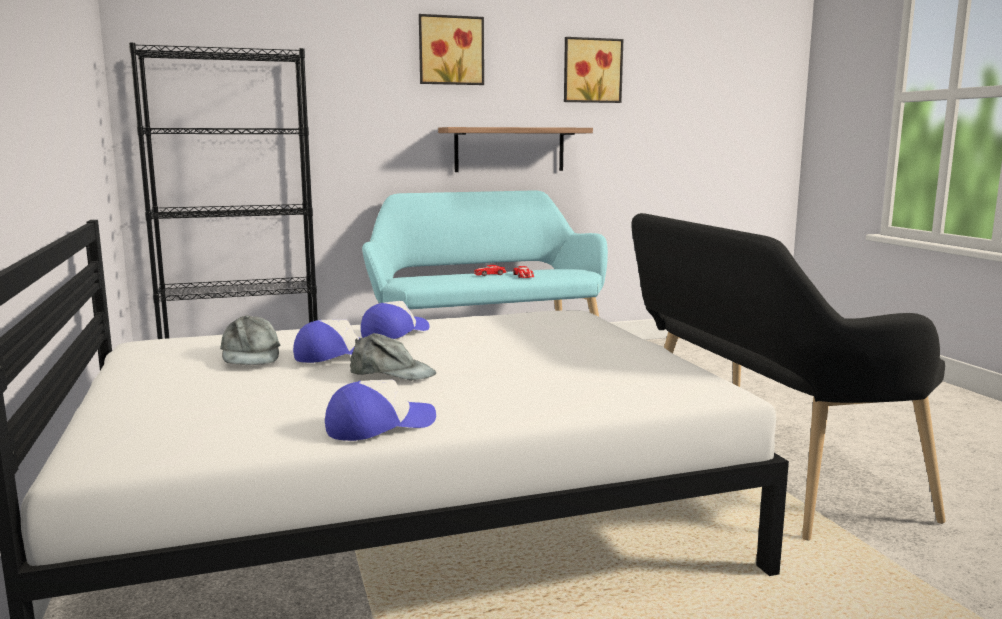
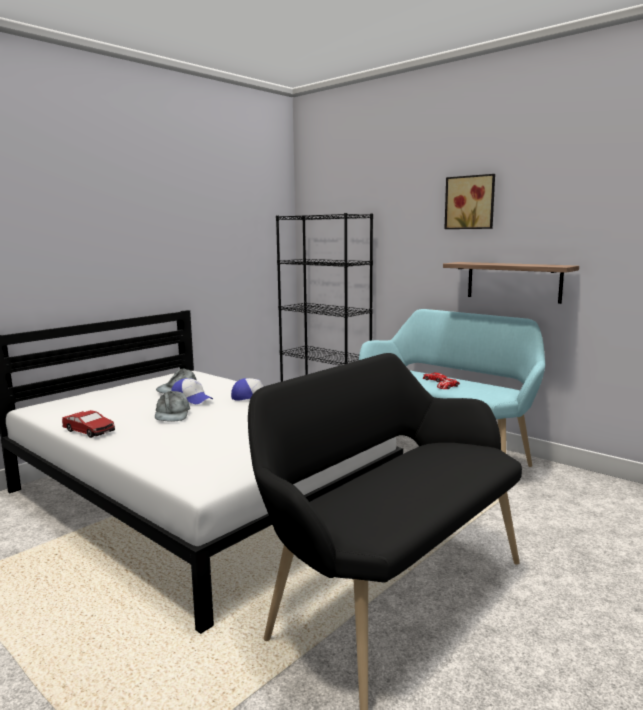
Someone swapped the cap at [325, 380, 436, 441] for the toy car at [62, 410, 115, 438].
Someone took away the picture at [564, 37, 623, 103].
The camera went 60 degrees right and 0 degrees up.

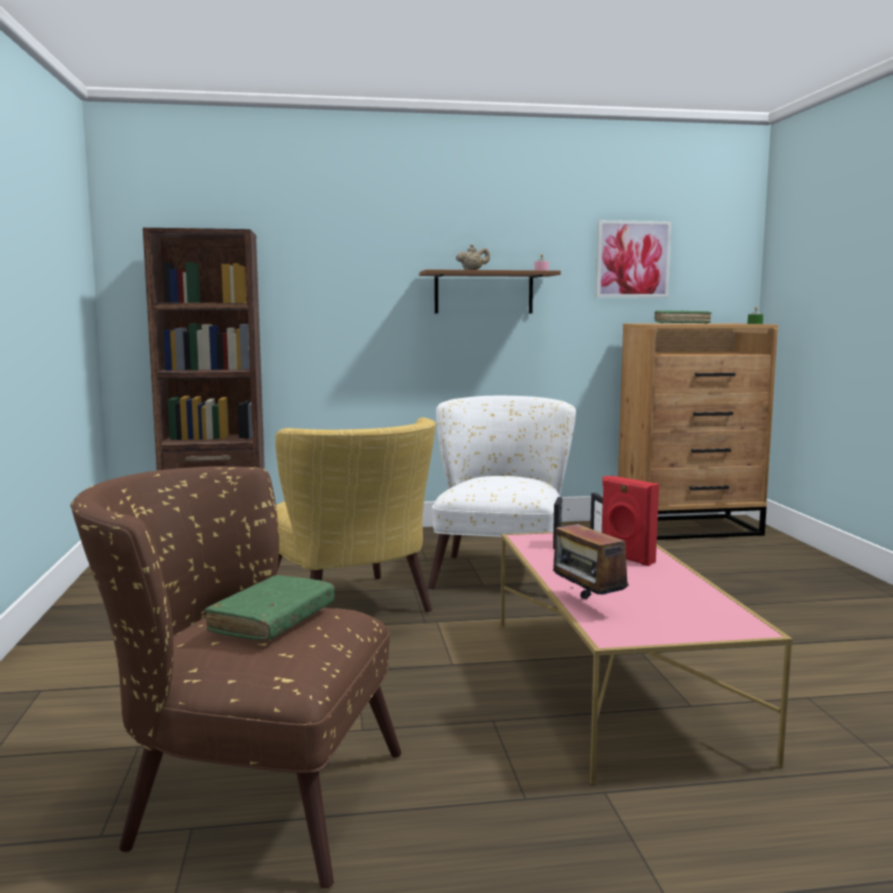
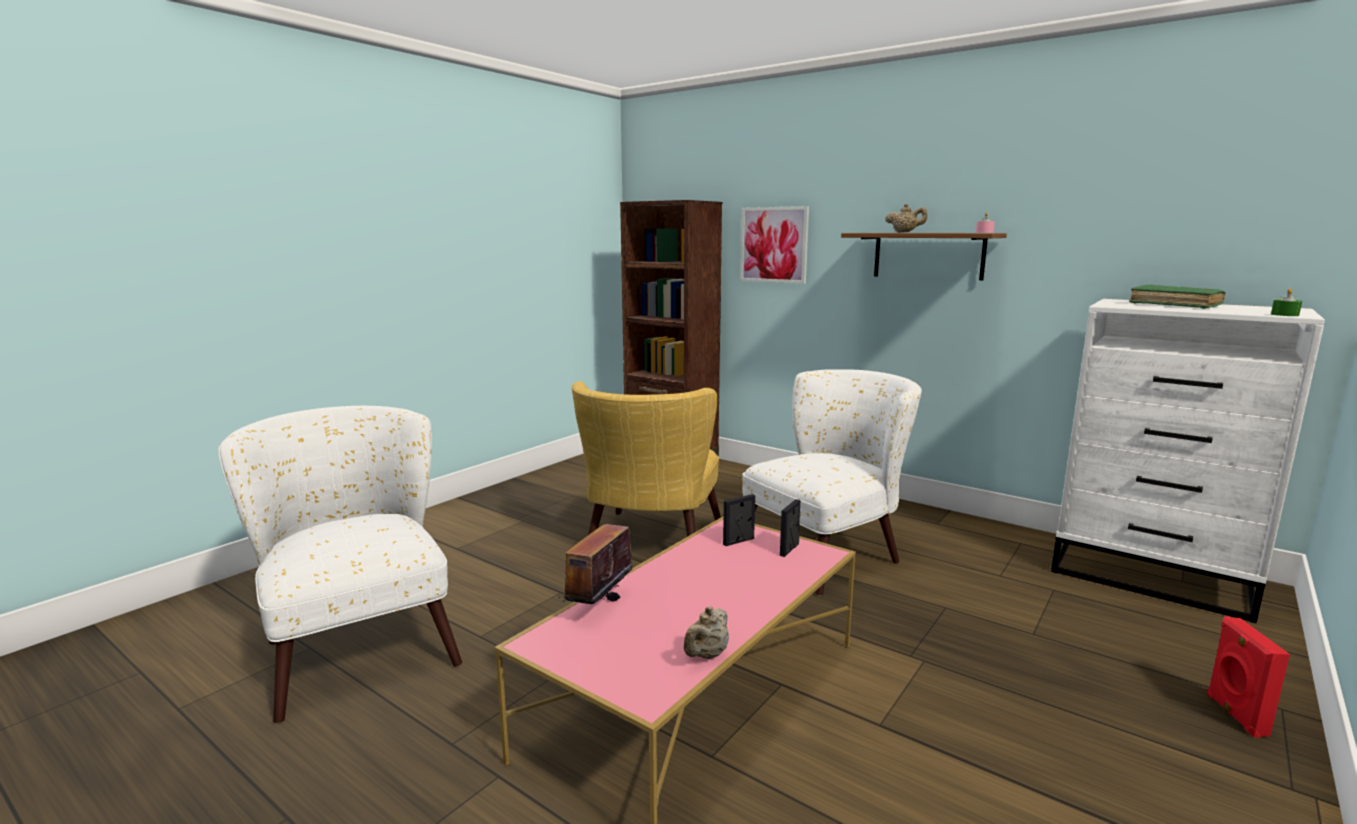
Someone repainted the brown armchair at [70, 466, 402, 889], which became the white armchair at [218, 406, 462, 723].
Someone took away the green book at [205, 575, 334, 641].
Someone carried the picture from [596, 220, 672, 298] to [740, 206, 809, 284].
Someone carried the red speaker from [602, 476, 659, 566] to [1207, 616, 1290, 738].
Someone repainted the brown dresser at [618, 323, 778, 540], which became the white dresser at [1051, 299, 1325, 623].
Someone put down the beige teapot at [684, 606, 729, 659].
The camera went 45 degrees right and 5 degrees up.

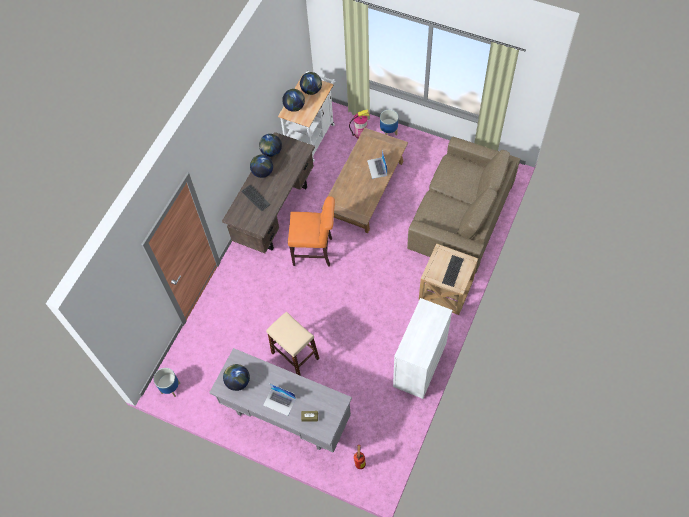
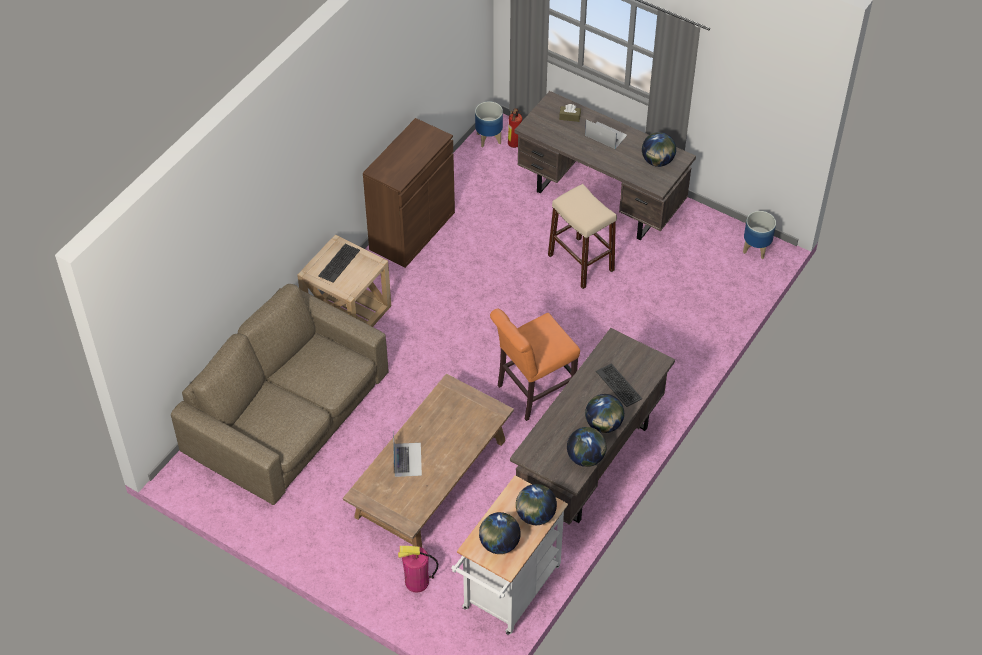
Someone repainted the grey desk at [209, 348, 352, 452], which became the brown desk at [514, 91, 696, 240].
Someone rotated the orange chair at [288, 196, 335, 266] by 45 degrees counterclockwise.
Someone carried the planter from [380, 110, 398, 136] to [475, 101, 503, 147].
Someone repainted the white cabinet at [393, 298, 452, 399], which became the brown cabinet at [363, 118, 455, 268].
The camera went 175 degrees left and 10 degrees down.

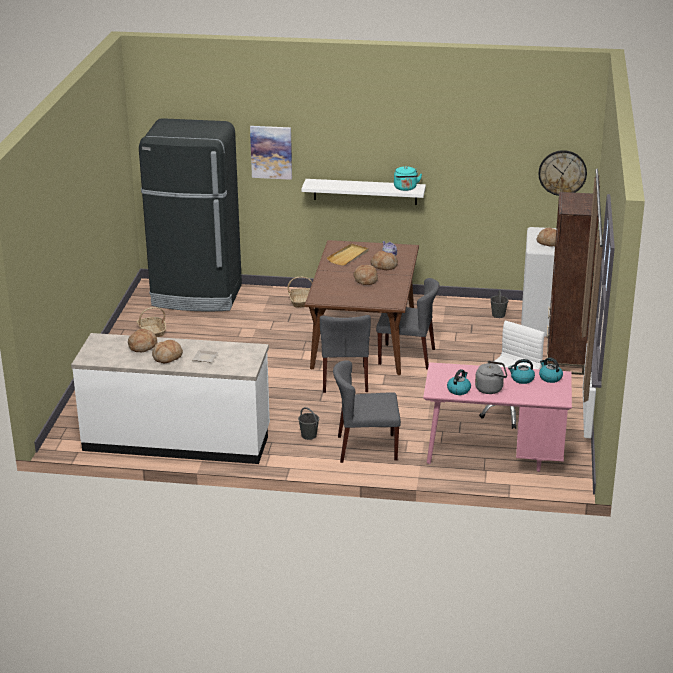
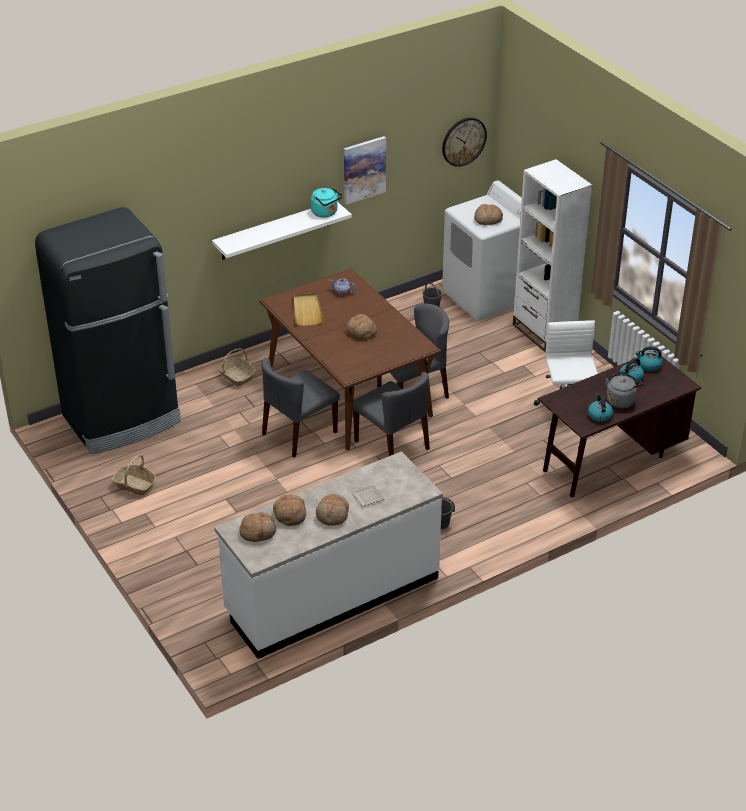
Someone carried the picture from [250, 126, 292, 180] to [344, 136, 386, 205].
Someone carried the grey chair from [333, 360, 401, 463] to [261, 358, 340, 458].
Someone carried the bread from [371, 251, 398, 270] to [239, 512, 276, 542].
Someone repainted the pink desk at [423, 362, 572, 472], which became the brown desk at [538, 351, 701, 497].
Someone repainted the brown bookcase at [547, 192, 598, 375], which became the white bookcase at [513, 159, 592, 352].
The camera went 40 degrees left and 10 degrees up.

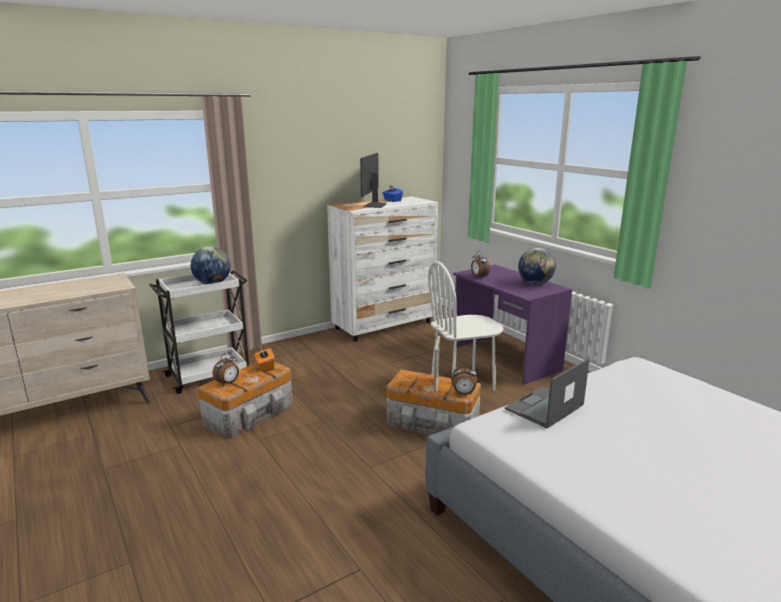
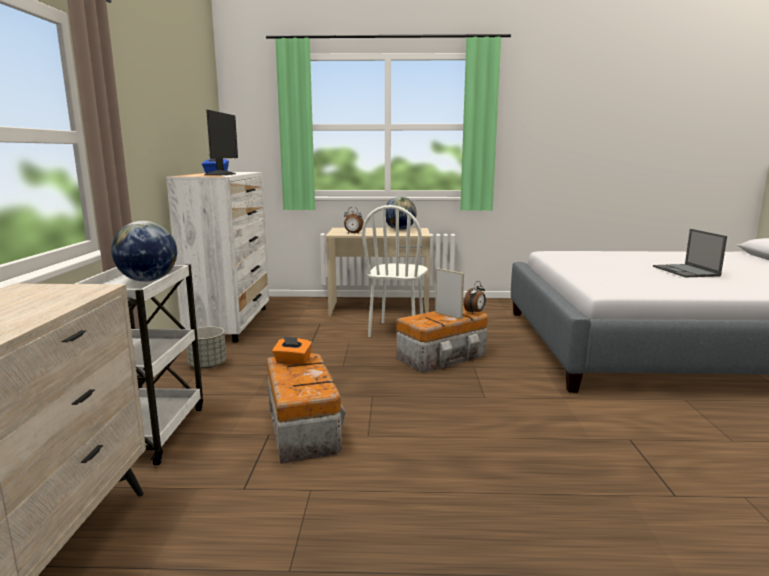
Someone took away the alarm clock at [213, 352, 239, 386].
Someone rotated the monitor at [360, 153, 387, 208] by 135 degrees counterclockwise.
Someone repainted the purple desk at [453, 265, 572, 385], which became the beige desk at [326, 228, 431, 316].
Someone carried the laptop from [505, 358, 590, 429] to [653, 229, 727, 278].
Someone put down the grey planter at [186, 327, 226, 369].
The camera went 55 degrees left and 5 degrees down.

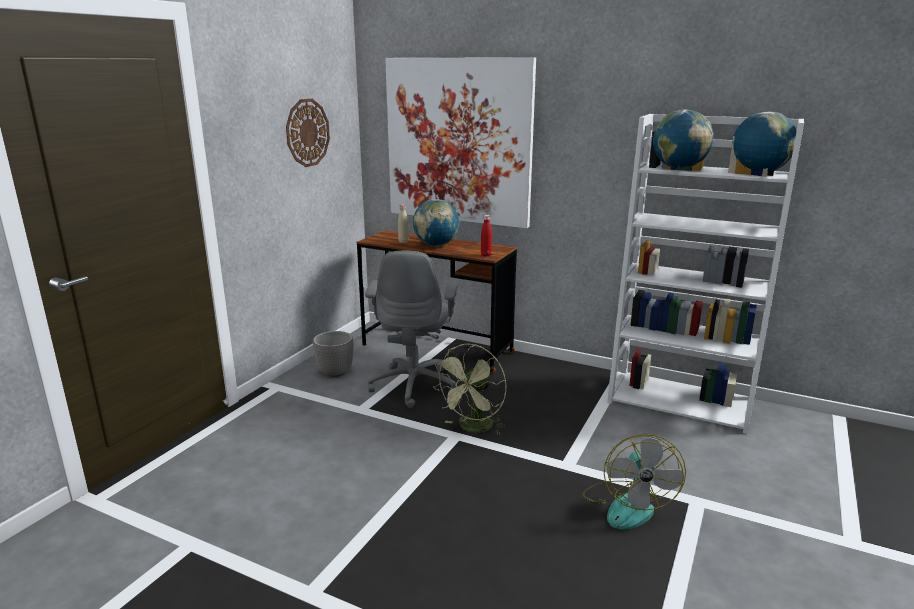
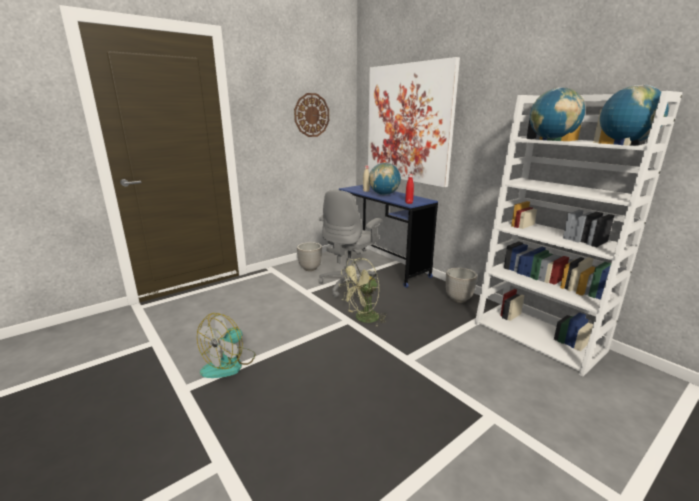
Someone repainted the brown desk at [357, 230, 517, 373], which became the blue desk at [339, 185, 438, 288].
Someone carried the fan from [582, 434, 686, 530] to [197, 313, 256, 378].
Someone put down the planter at [446, 268, 477, 303].
The camera went 25 degrees right and 0 degrees up.

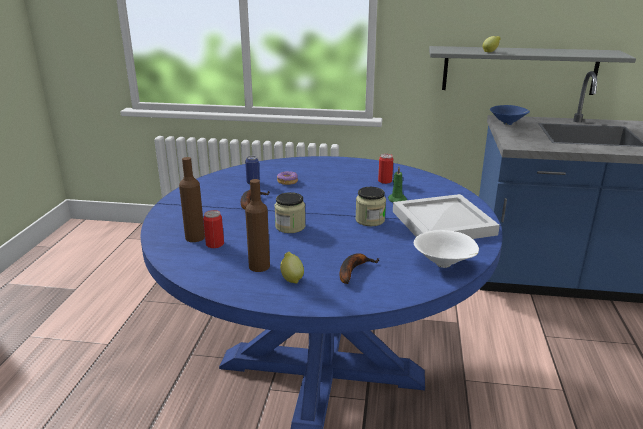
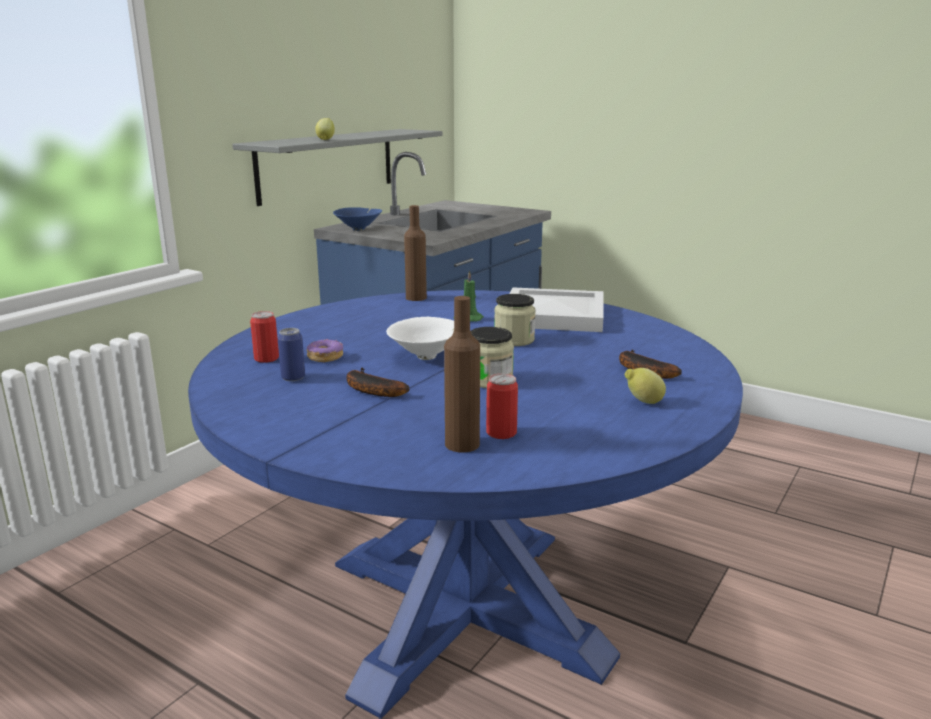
Someone carried the brown bottle from [245, 179, 270, 272] to [404, 205, 427, 301].
Someone carried the can from [378, 154, 393, 184] to [250, 311, 279, 363].
Someone carried the white bowl from [414, 230, 479, 268] to [386, 317, 454, 360].
The camera went 65 degrees left and 5 degrees down.

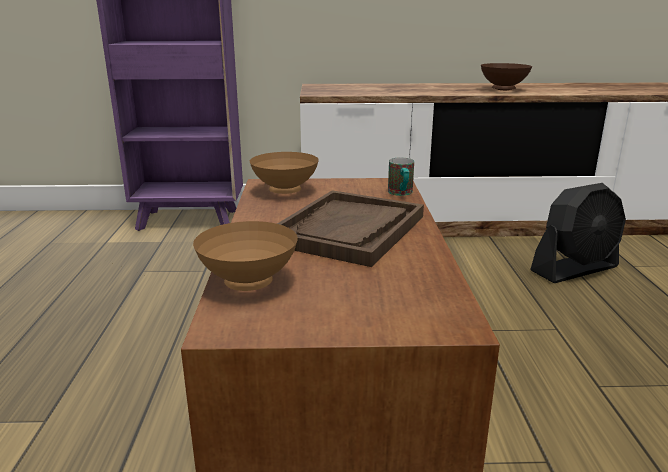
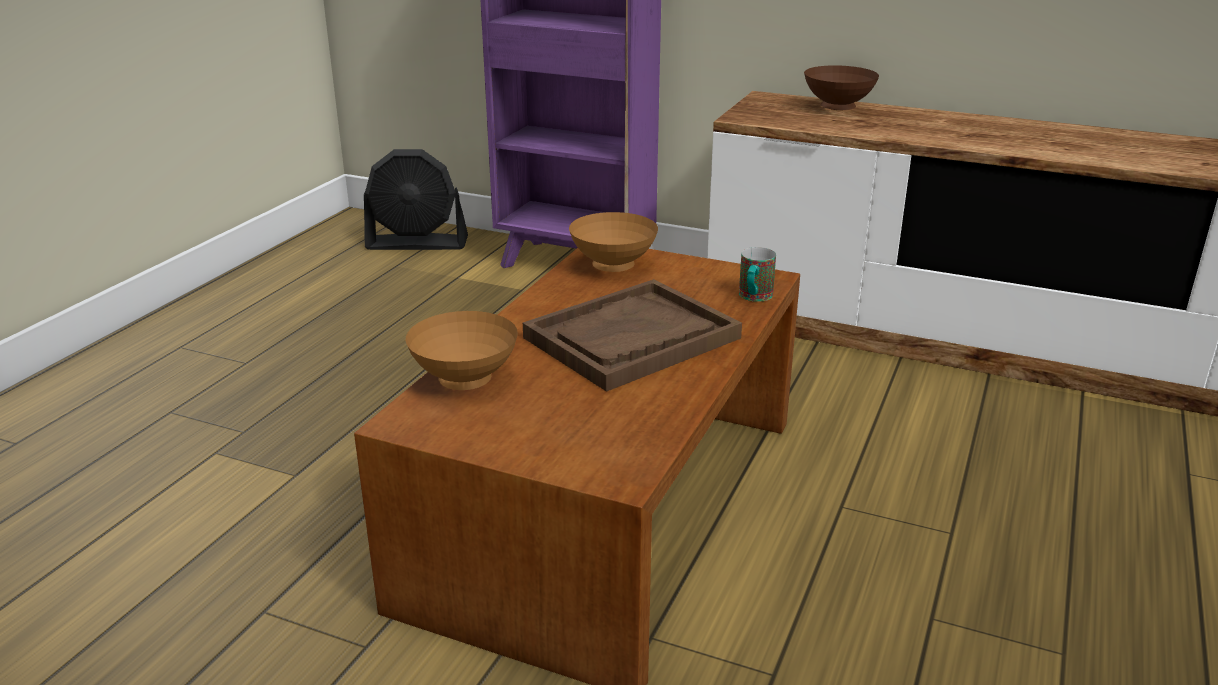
Someone carried the brown bowl from [481, 63, 532, 90] to [804, 65, 879, 110].
Someone carried the black fan from [530, 183, 626, 283] to [364, 149, 468, 250].
The camera went 25 degrees right and 5 degrees up.

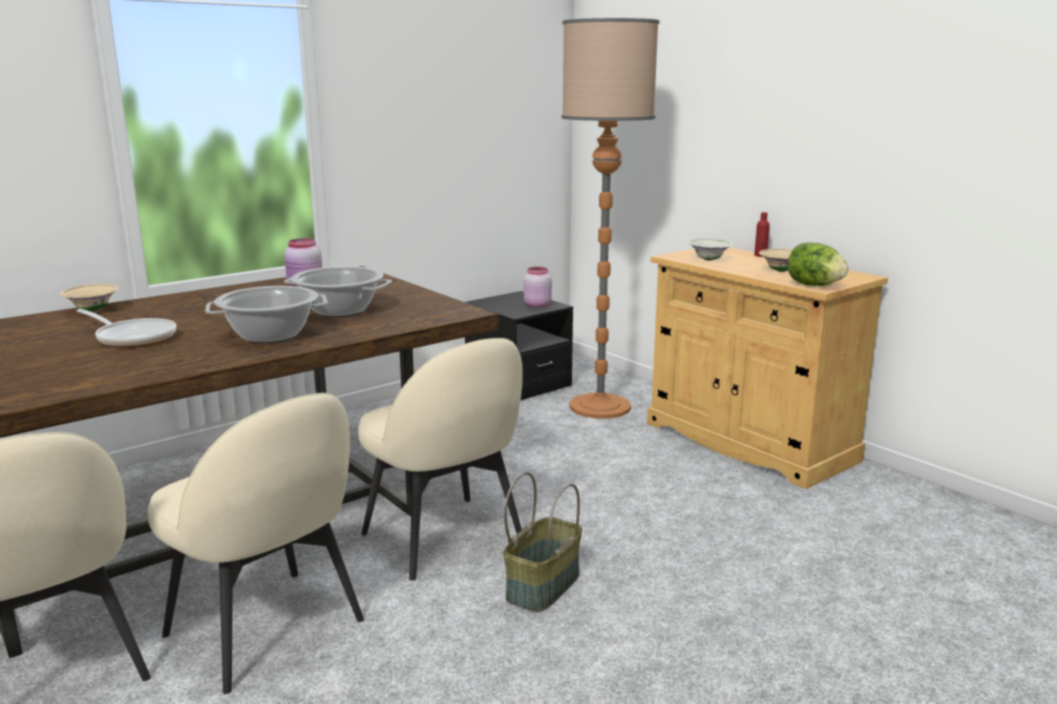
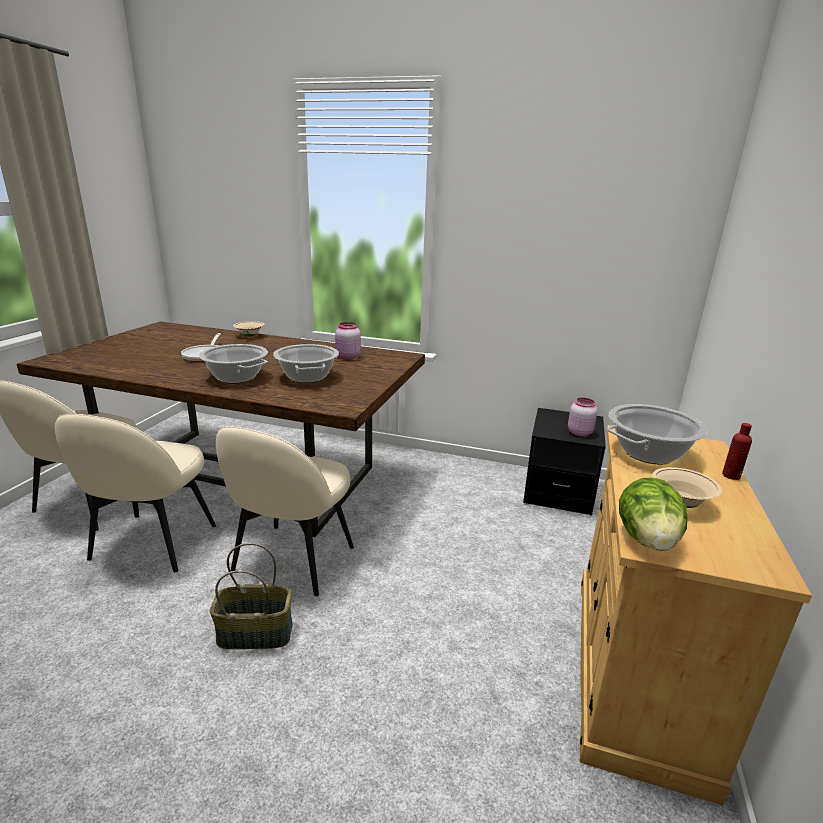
Someone took away the floor lamp at [561, 18, 660, 419].
Someone swapped the white bowl at [688, 239, 733, 260] for the cooking pot at [607, 404, 707, 464].
The camera went 55 degrees right and 5 degrees up.

